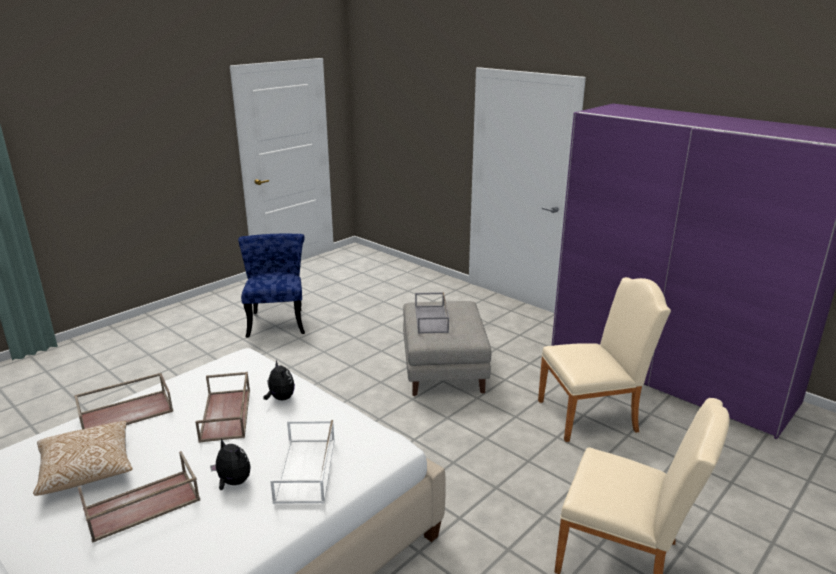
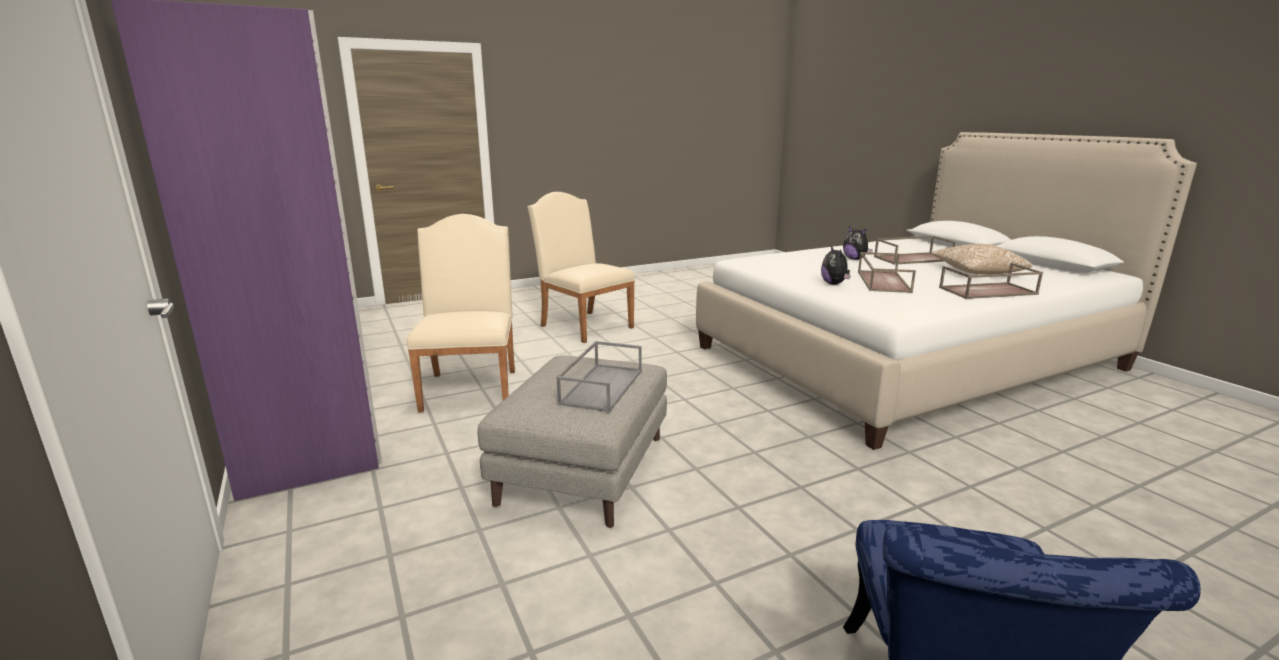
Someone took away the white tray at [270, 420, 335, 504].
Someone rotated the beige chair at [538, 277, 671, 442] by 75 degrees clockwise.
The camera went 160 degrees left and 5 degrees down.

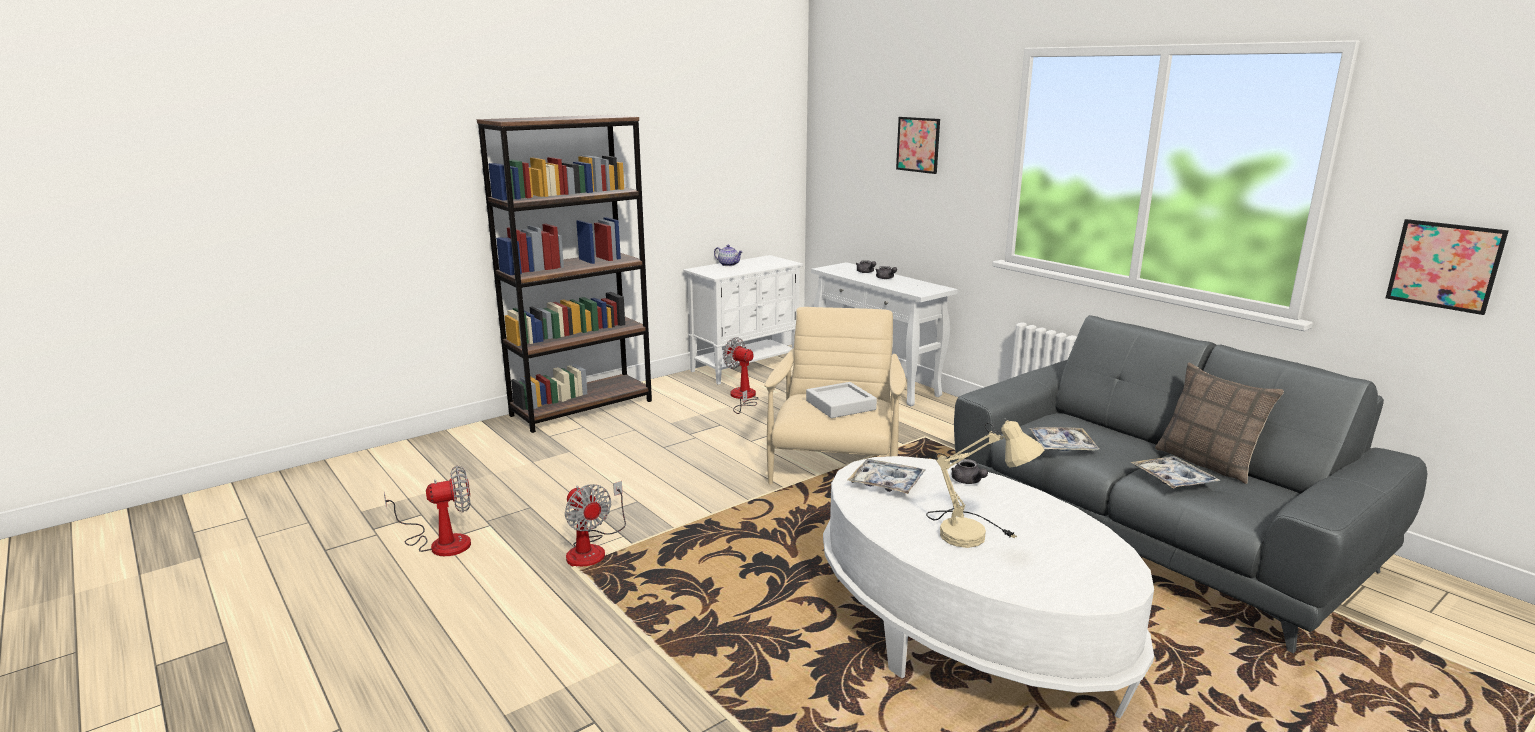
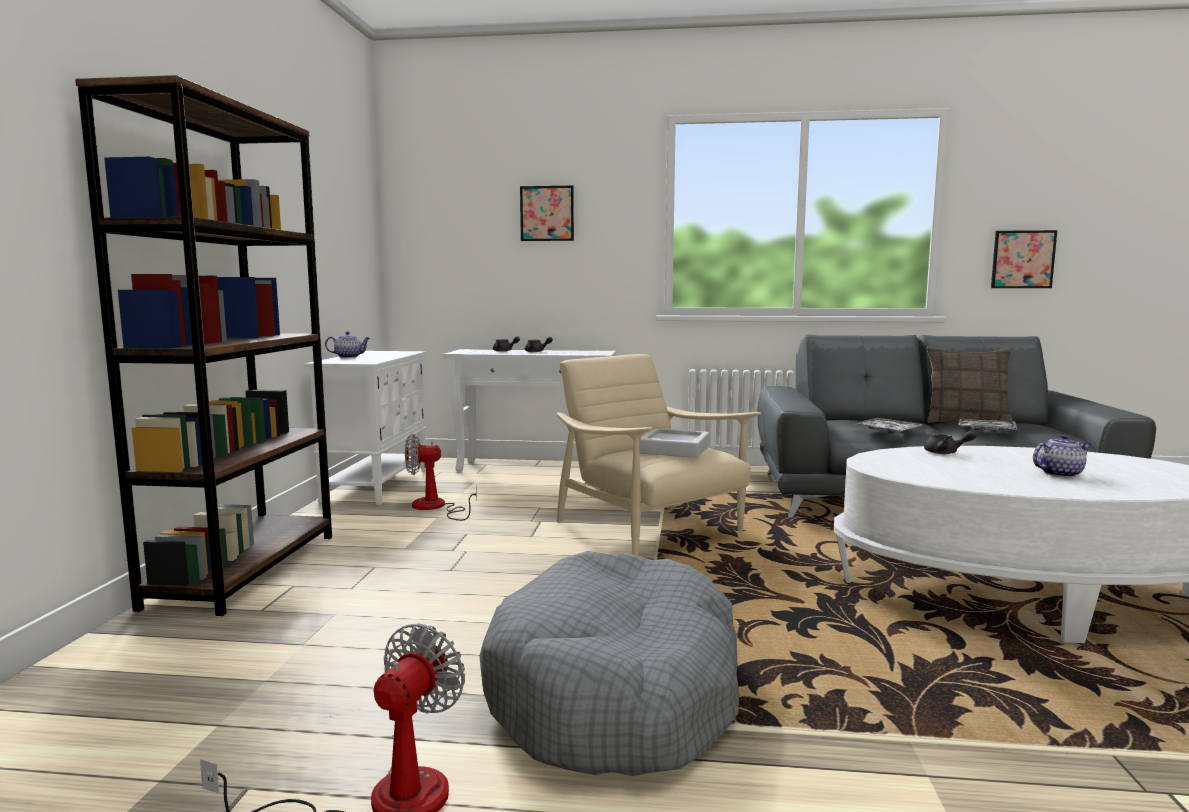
Someone swapped the fan at [565, 481, 626, 566] for the grey dog bed at [479, 551, 739, 776].
Someone took away the tray at [847, 459, 925, 494].
Someone swapped the beige table lamp at [926, 418, 1045, 548] for the teapot at [1033, 434, 1092, 478].
The camera went 45 degrees left and 10 degrees down.

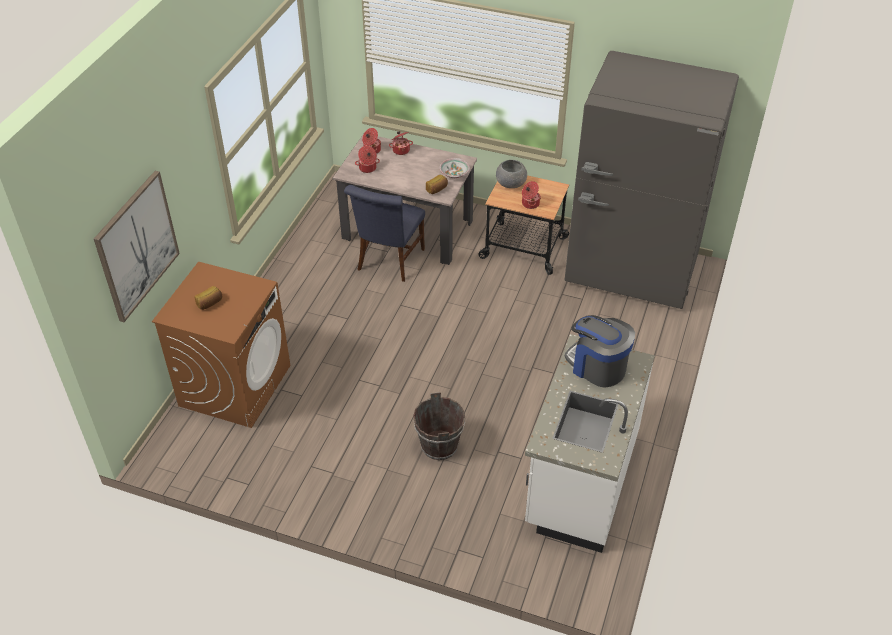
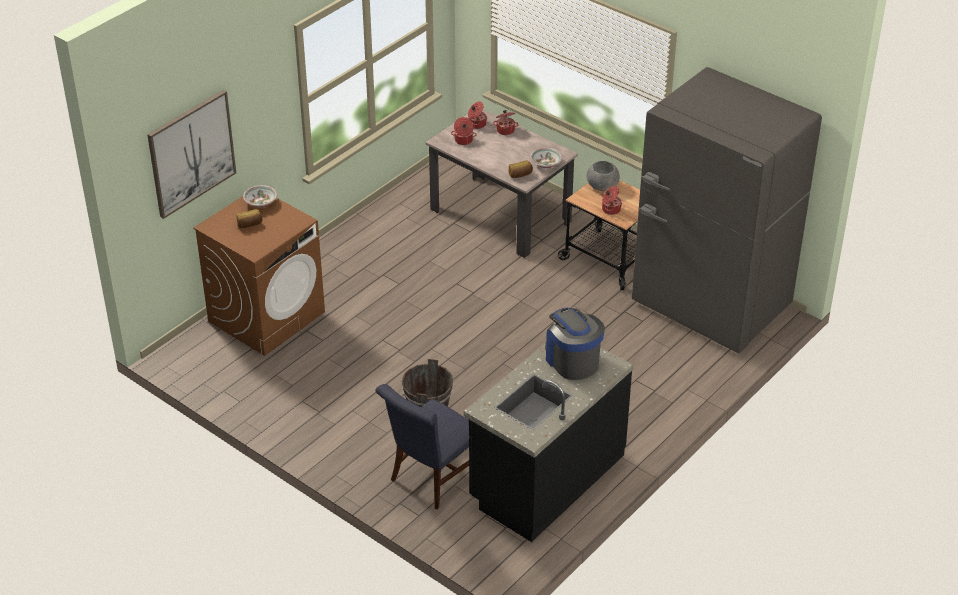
Someone carried the blue chair from [344, 185, 425, 282] to [375, 384, 470, 510].
Someone repainted the white counter at [525, 334, 655, 553], which became the black counter at [464, 344, 633, 542].
Someone put down the bowl at [243, 185, 277, 208].
The camera went 20 degrees right and 5 degrees down.

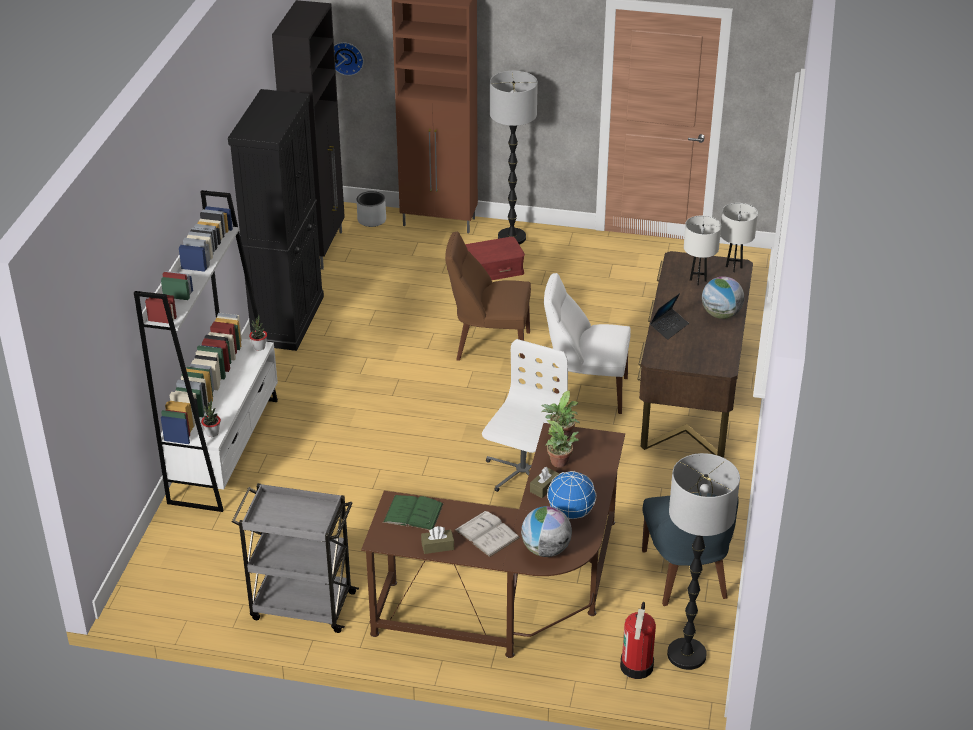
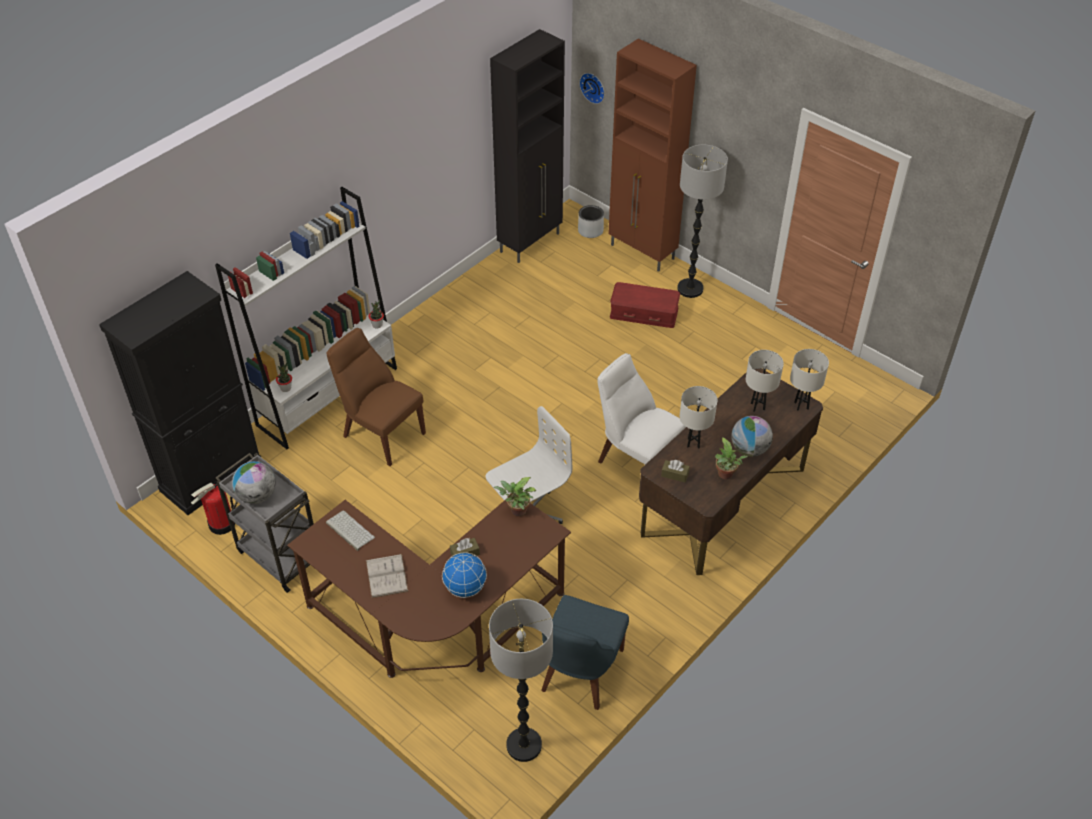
Someone carried the black cabinet from [228, 89, 324, 351] to [99, 271, 261, 515].
Someone swapped the green book at [383, 495, 444, 530] for the keyboard at [326, 511, 375, 551].
Someone carried the brown tissue box from [421, 526, 454, 554] to [661, 460, 690, 482].
Someone carried the brown chair from [445, 231, 531, 361] to [326, 328, 426, 466].
Someone carried the globe from [521, 506, 572, 557] to [232, 461, 276, 504].
Someone carried the potted plant from [545, 420, 579, 468] to [715, 437, 748, 479].
Someone carried the fire extinguisher from [620, 602, 656, 679] to [191, 480, 235, 535].
Someone swapped the laptop at [650, 293, 689, 340] for the white table lamp at [680, 386, 718, 448].
The camera went 30 degrees right and 10 degrees up.

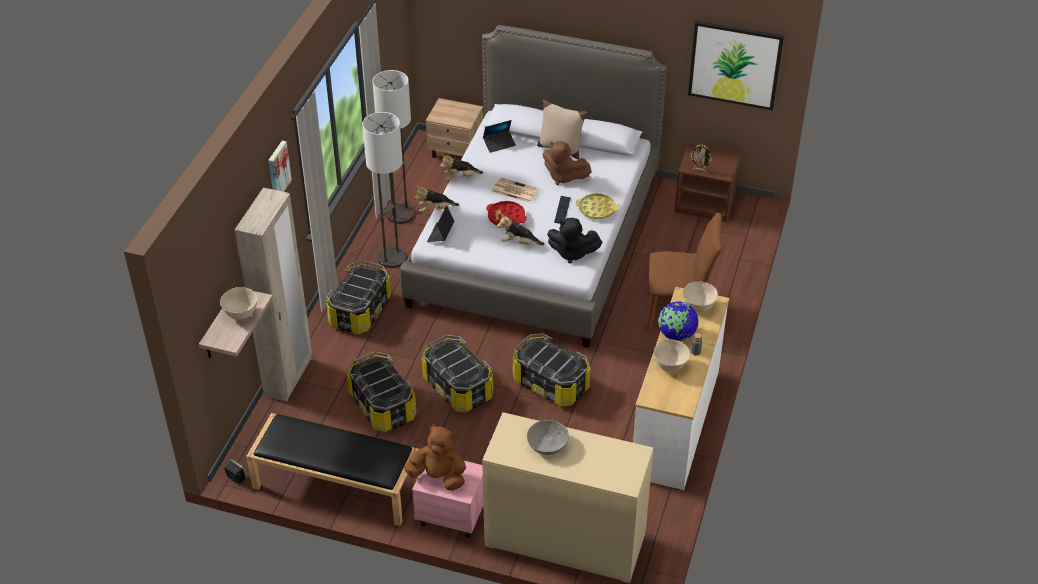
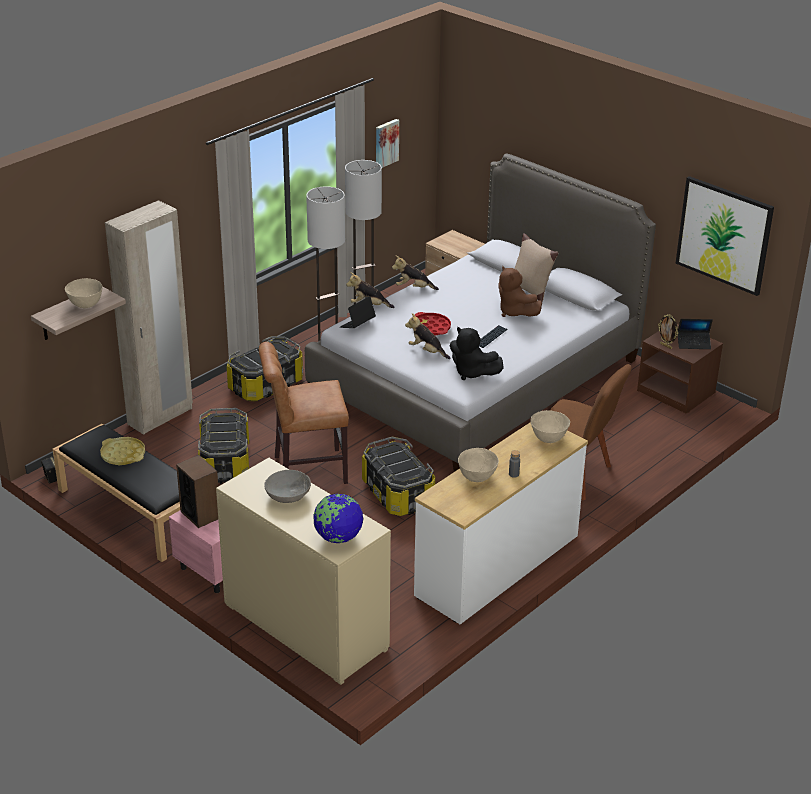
Someone carried the picture from [268, 141, 292, 192] to [376, 119, 399, 168].
Someone swapped the brown plush toy at [404, 424, 466, 490] for the speaker at [176, 455, 218, 528].
Someone swapped the storage box at [422, 335, 494, 412] for the brown chair at [259, 342, 349, 484].
Someone carried the laptop from [483, 120, 516, 153] to [678, 319, 713, 349].
Someone took away the newspaper at [491, 177, 539, 203].
Someone carried the yellow tray from [575, 193, 619, 219] to [100, 437, 145, 466].
Someone carried the globe from [658, 301, 698, 341] to [313, 494, 363, 543].
The camera went 25 degrees right and 10 degrees down.

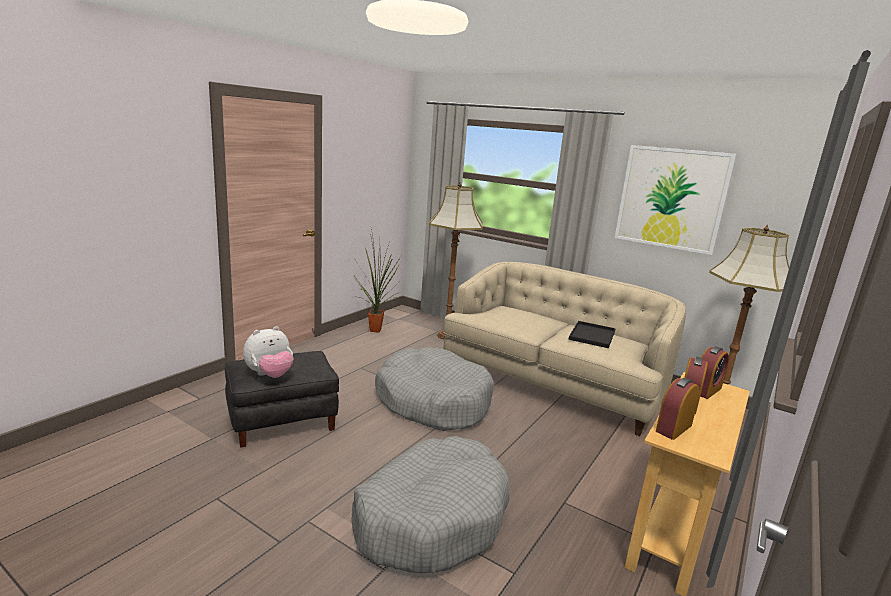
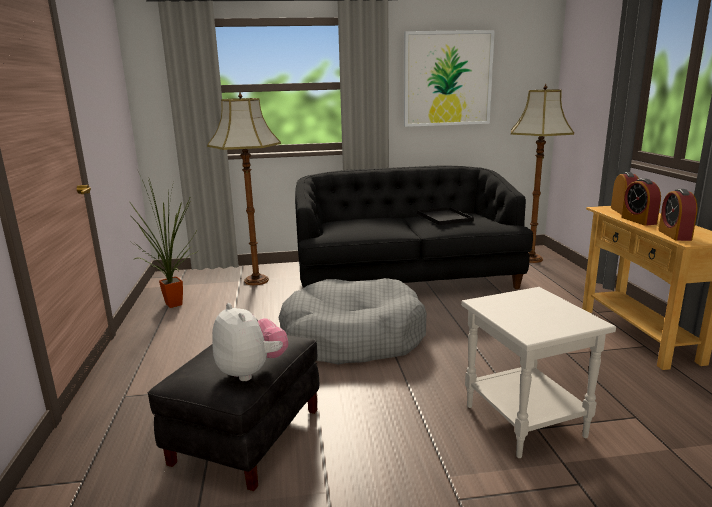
Someone rotated the plush toy at [243, 326, 294, 378] by 45 degrees counterclockwise.
Someone swapped the grey dog bed at [351, 436, 510, 573] for the white side table at [461, 287, 616, 458].
Someone repainted the beige sofa at [443, 262, 686, 436], which became the black sofa at [295, 165, 533, 289].
The camera went 40 degrees left and 0 degrees up.

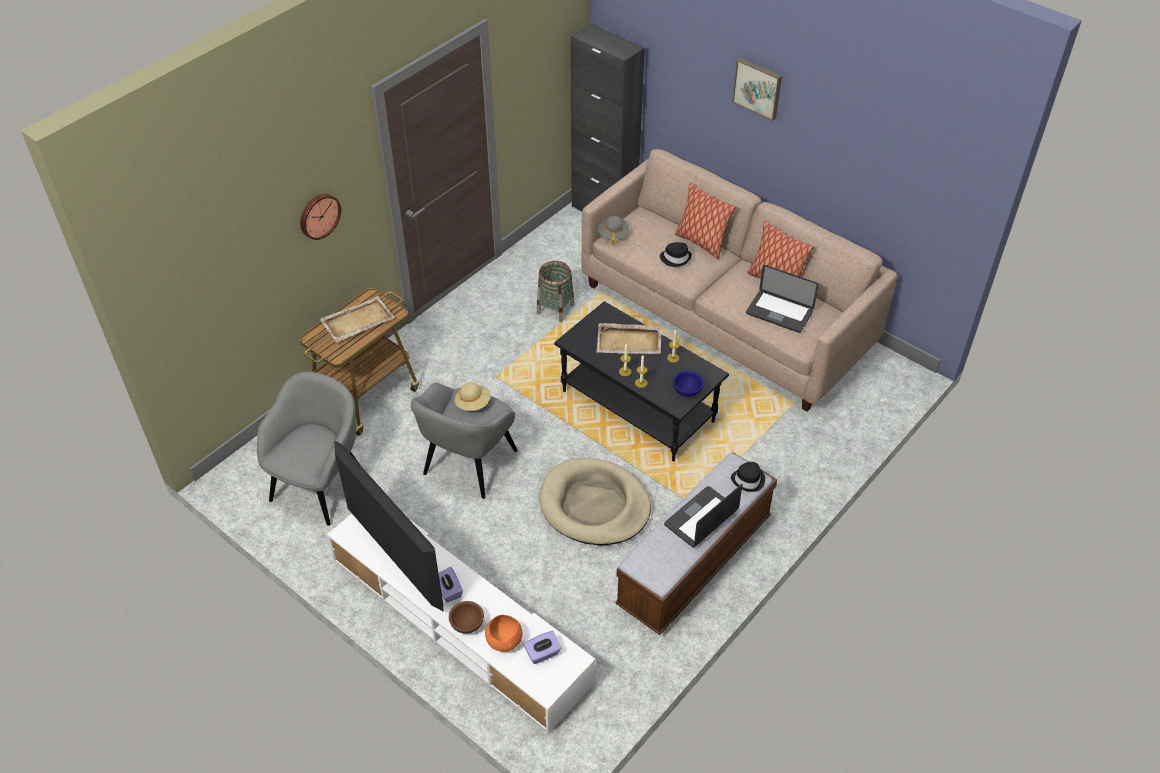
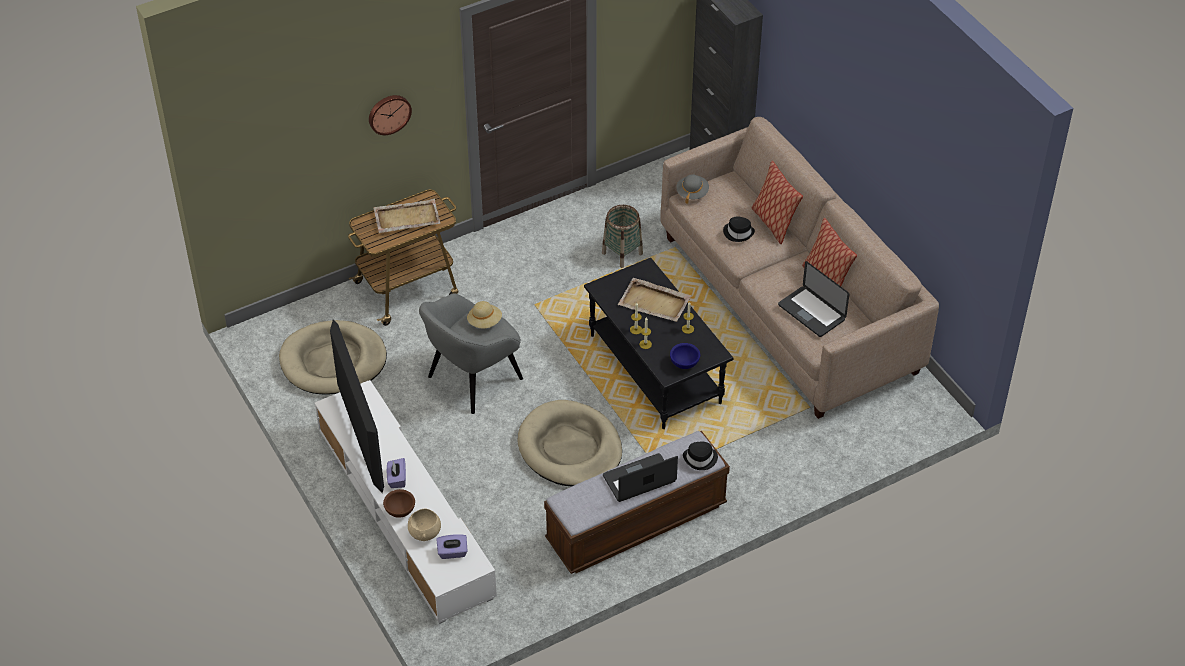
Someone swapped the grey armchair at [257, 372, 362, 526] for the beige dog bed at [279, 320, 387, 395].
Someone repainted the orange bowl at [485, 615, 522, 652], which became the beige bowl at [408, 509, 441, 541].
Someone took away the picture at [732, 58, 782, 121].
The camera went 20 degrees right and 0 degrees up.

